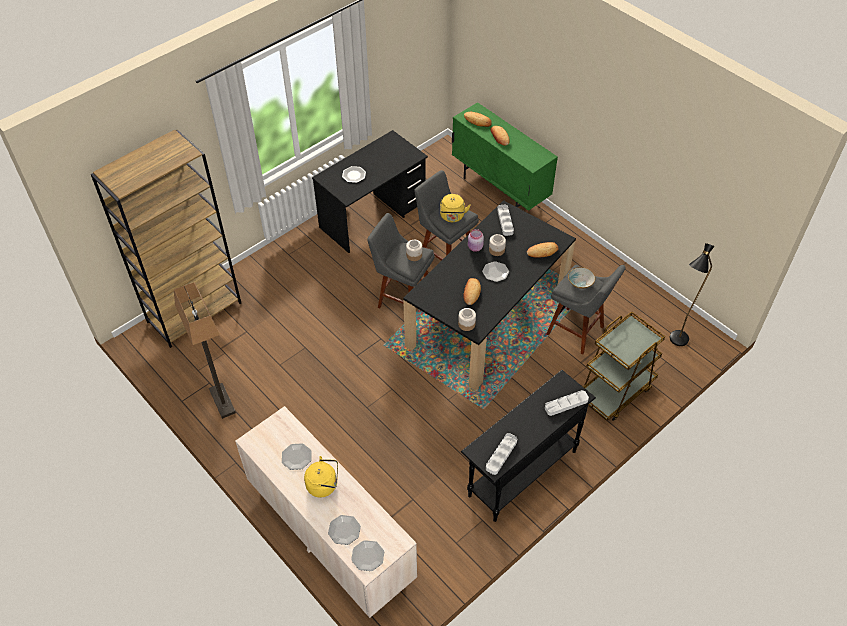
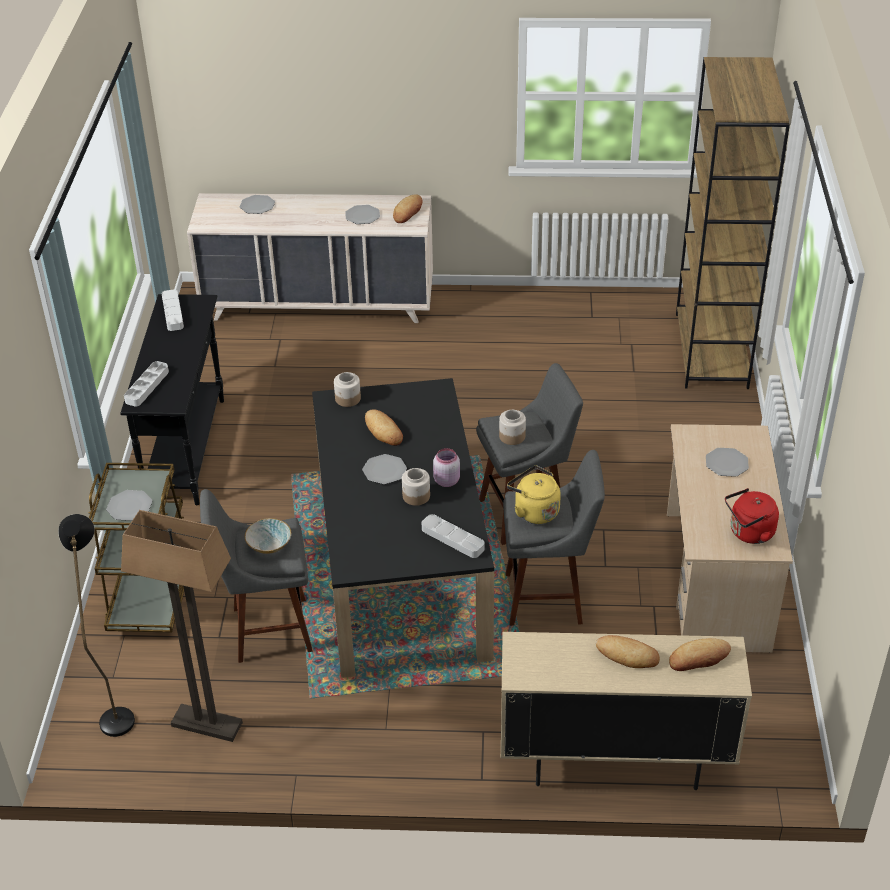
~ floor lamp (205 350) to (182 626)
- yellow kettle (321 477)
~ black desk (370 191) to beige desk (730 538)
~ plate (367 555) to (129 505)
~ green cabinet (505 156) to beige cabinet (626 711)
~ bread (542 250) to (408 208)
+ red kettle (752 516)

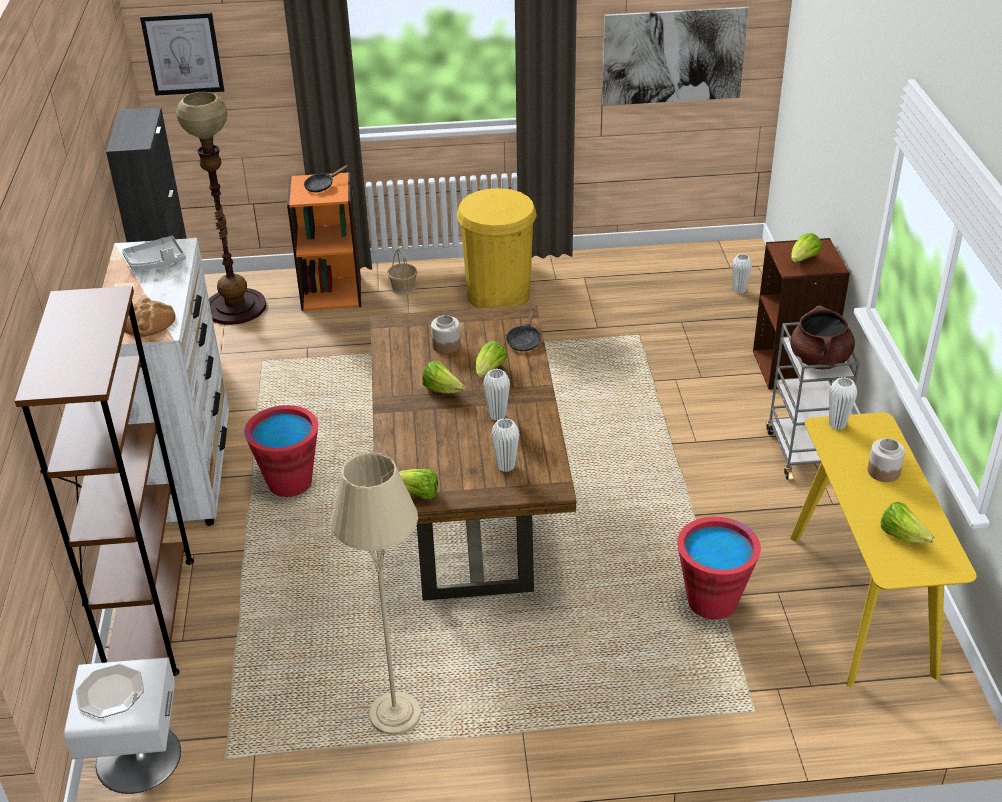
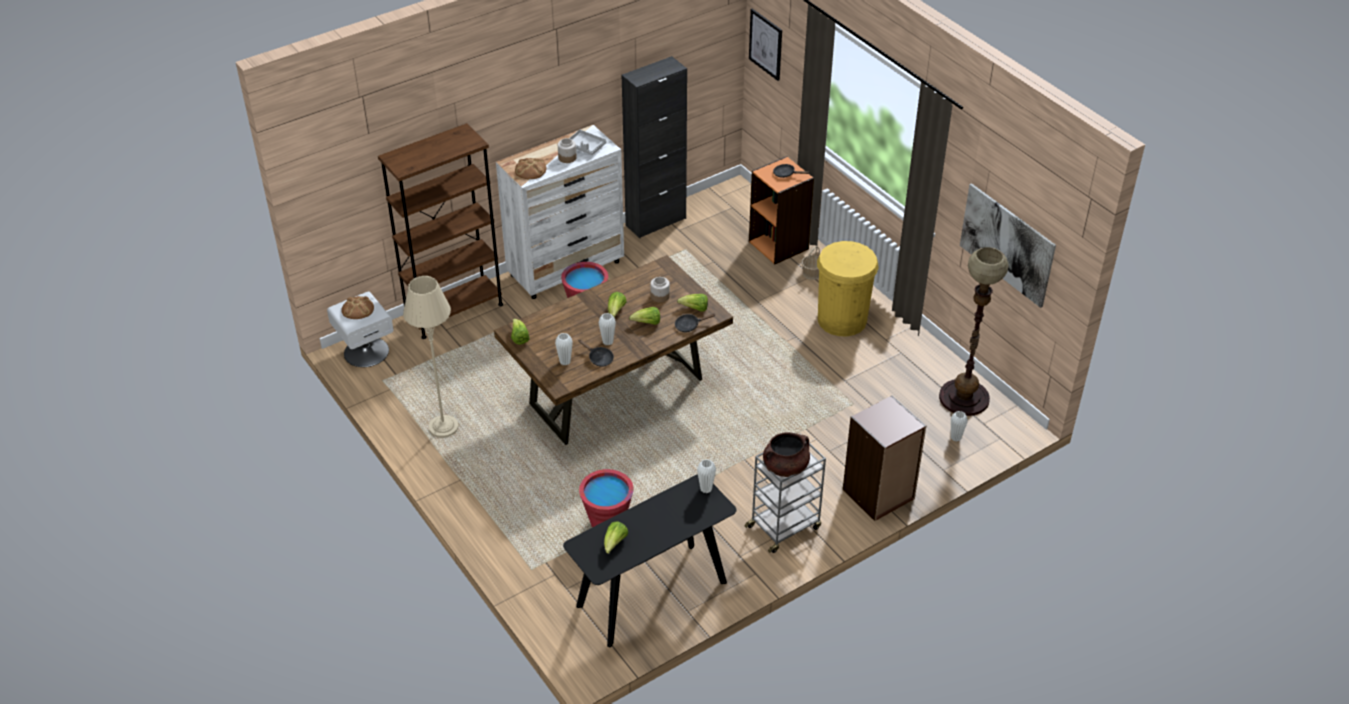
~ plate (110 691) to bread (357 307)
~ floor lamp (221 208) to (974 331)
~ yellow console table (883 550) to black console table (649 561)
~ lettuce (806 248) to (692 303)
~ jar (886 460) to (567 150)
+ black frying pan (596 353)

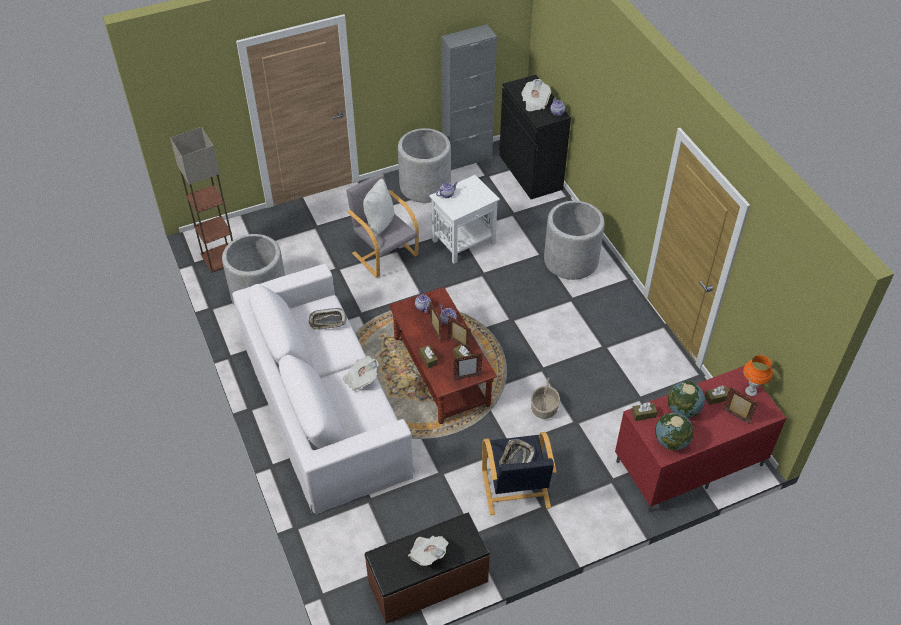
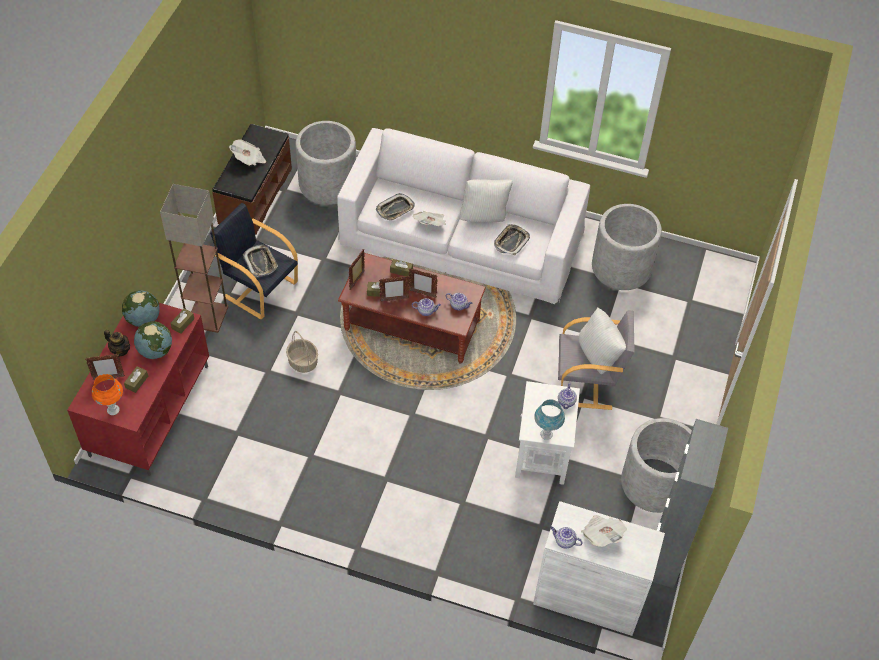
~ floor lamp (201 200) to (194 258)
~ black cabinet (535 137) to white cabinet (599 568)
~ grey planter (574 240) to (325 163)
+ teapot (117 343)
+ tray (395 207)
+ white pillow (486 201)
+ blue table lamp (549 419)

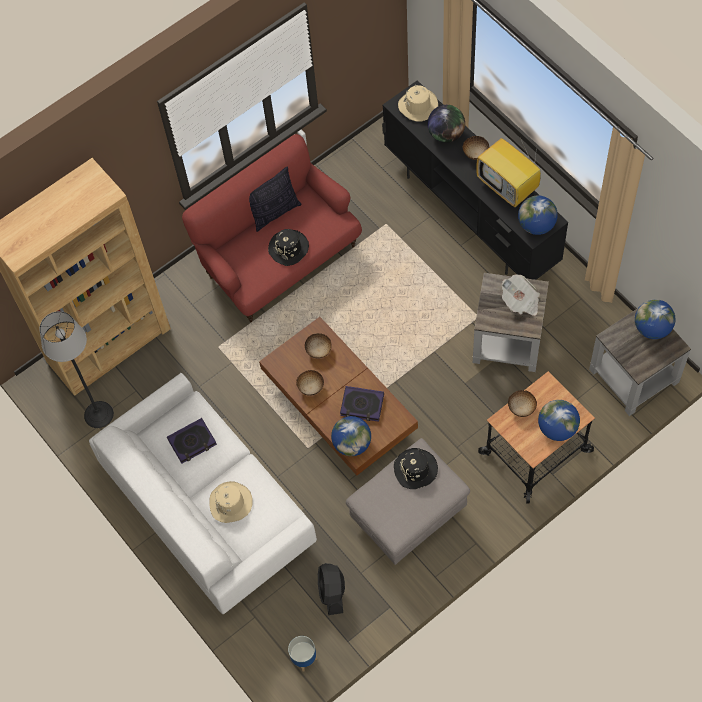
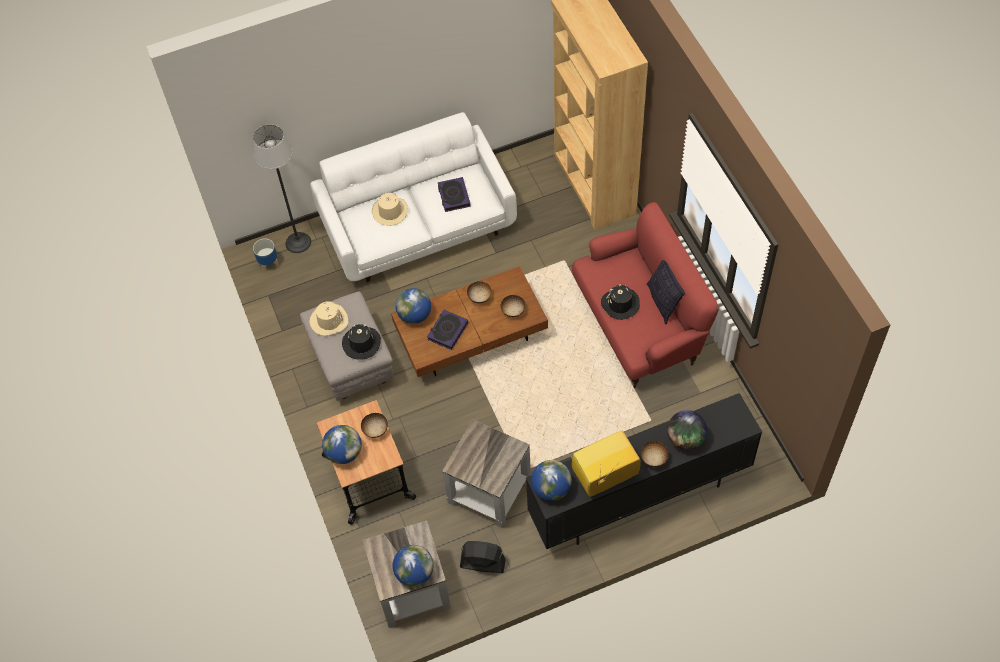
~ floor lamp (76 369) to (282 188)
~ black fan (331 589) to (483 557)
~ beige hat (418 103) to (329 318)
- newspaper (521 295)

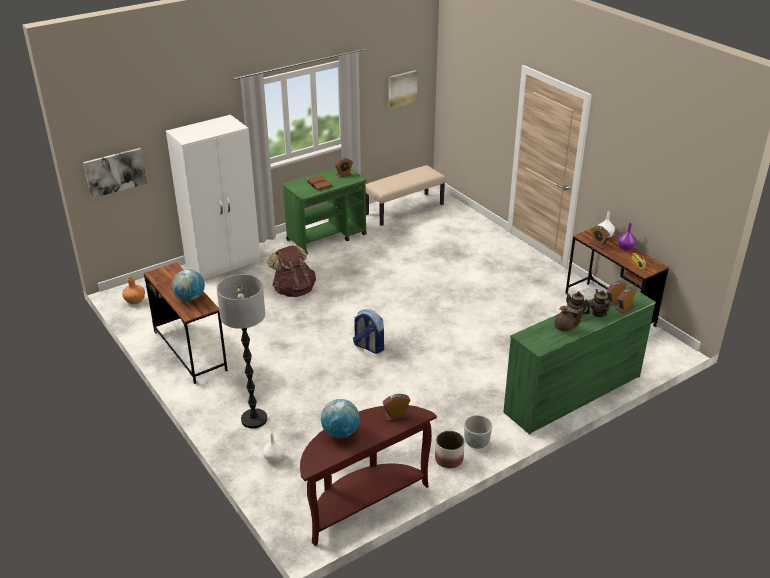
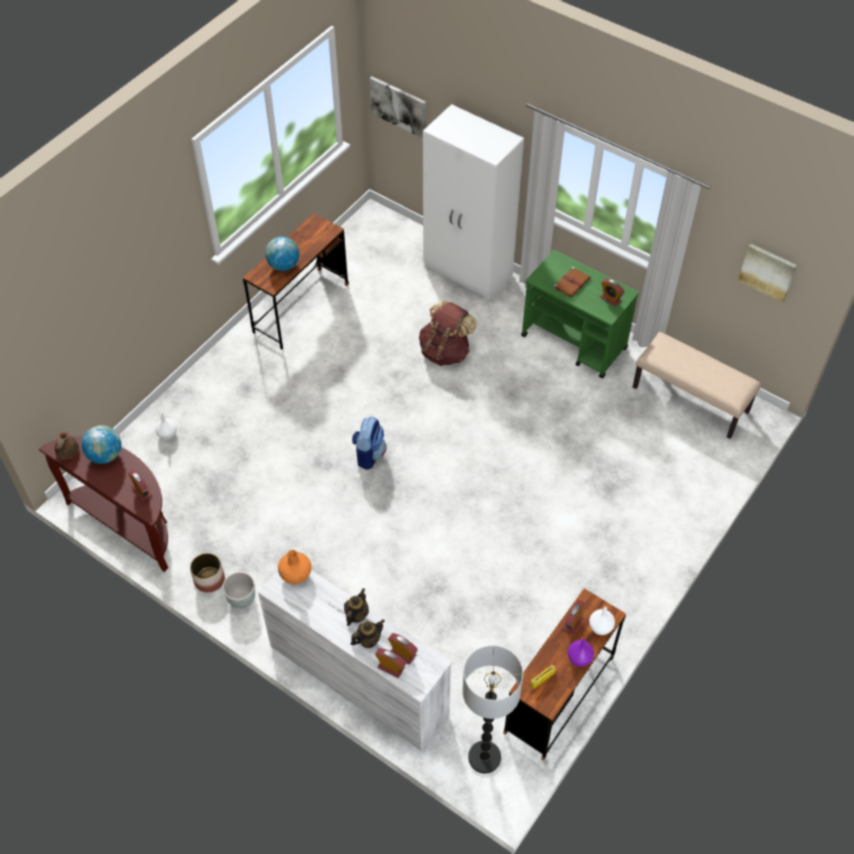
~ orange vase (133 290) to (294 567)
~ floor lamp (242 351) to (493 710)
~ green dresser (579 360) to white dresser (355 660)
~ brown teapot (568 319) to (67 445)

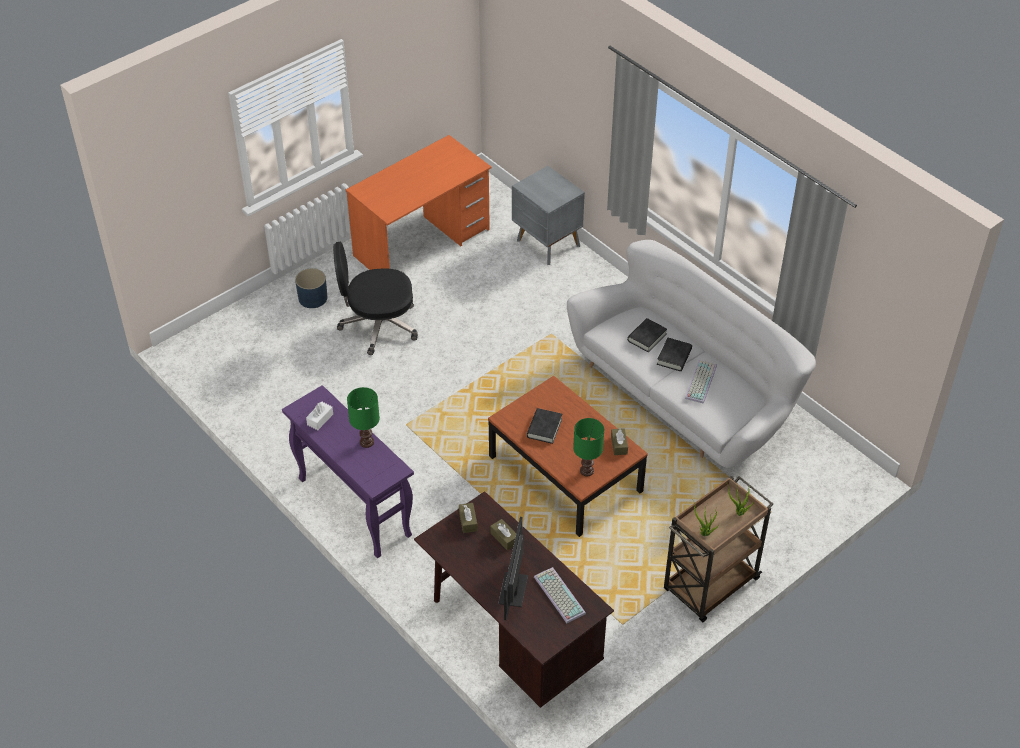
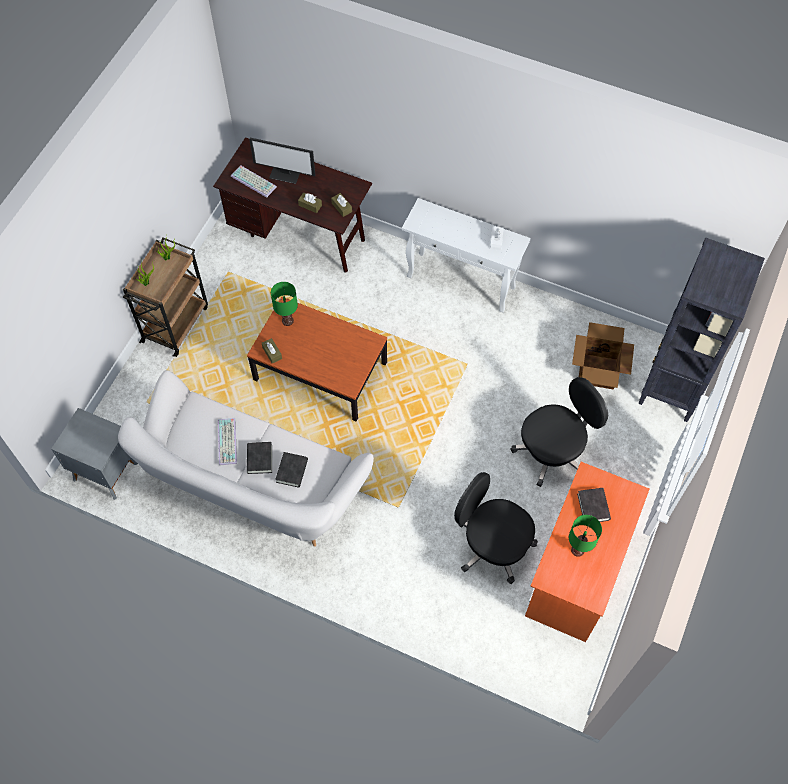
~ purple console table (348 471) to white console table (466 255)
- blue planter (311 288)
~ green table lamp (363 417) to (585 536)
~ monitor (513 568) = (282 161) 120 degrees clockwise
~ grey nightstand (548 215) to (94 454)
~ black book (544 426) to (594 505)
+ black office chair (496 528)
+ cardboard box (603 356)
+ black bookcase (702 329)

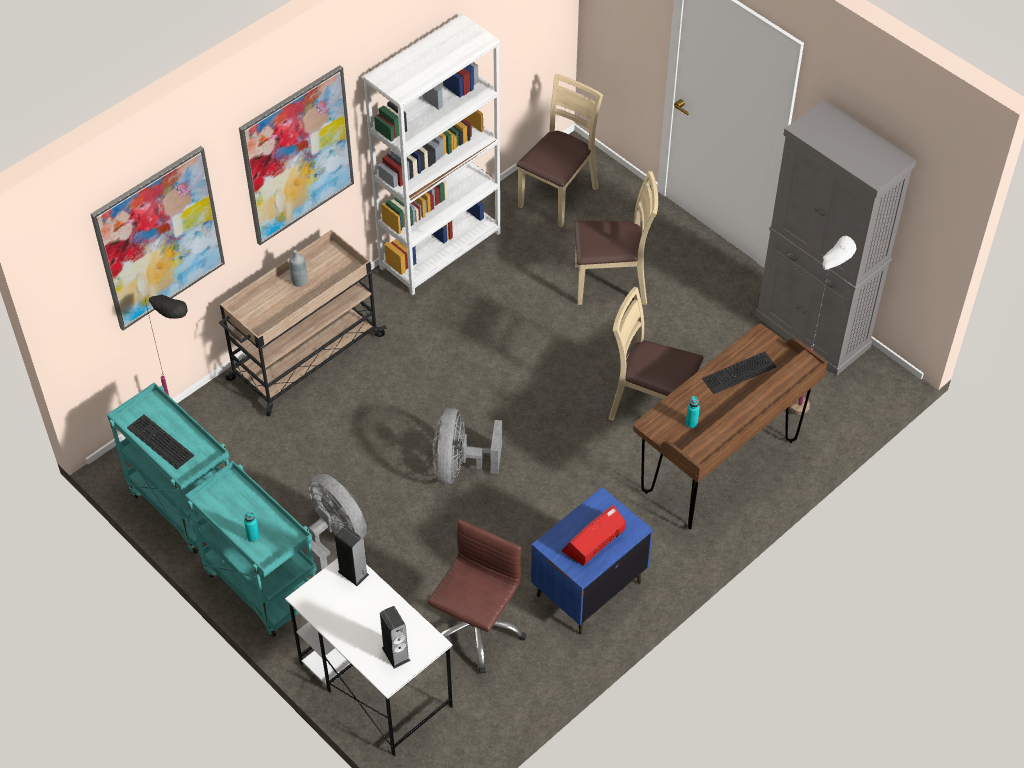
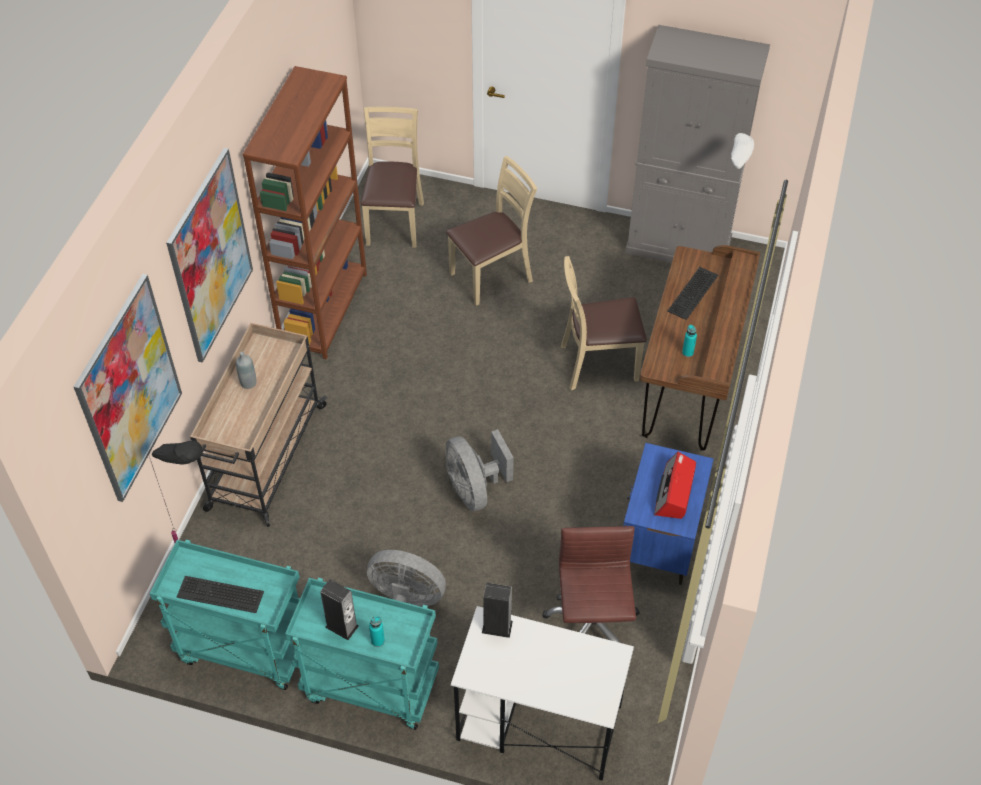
~ white bookcase (431 154) to brown bookcase (305 213)
~ speaker (395 637) to (339 609)

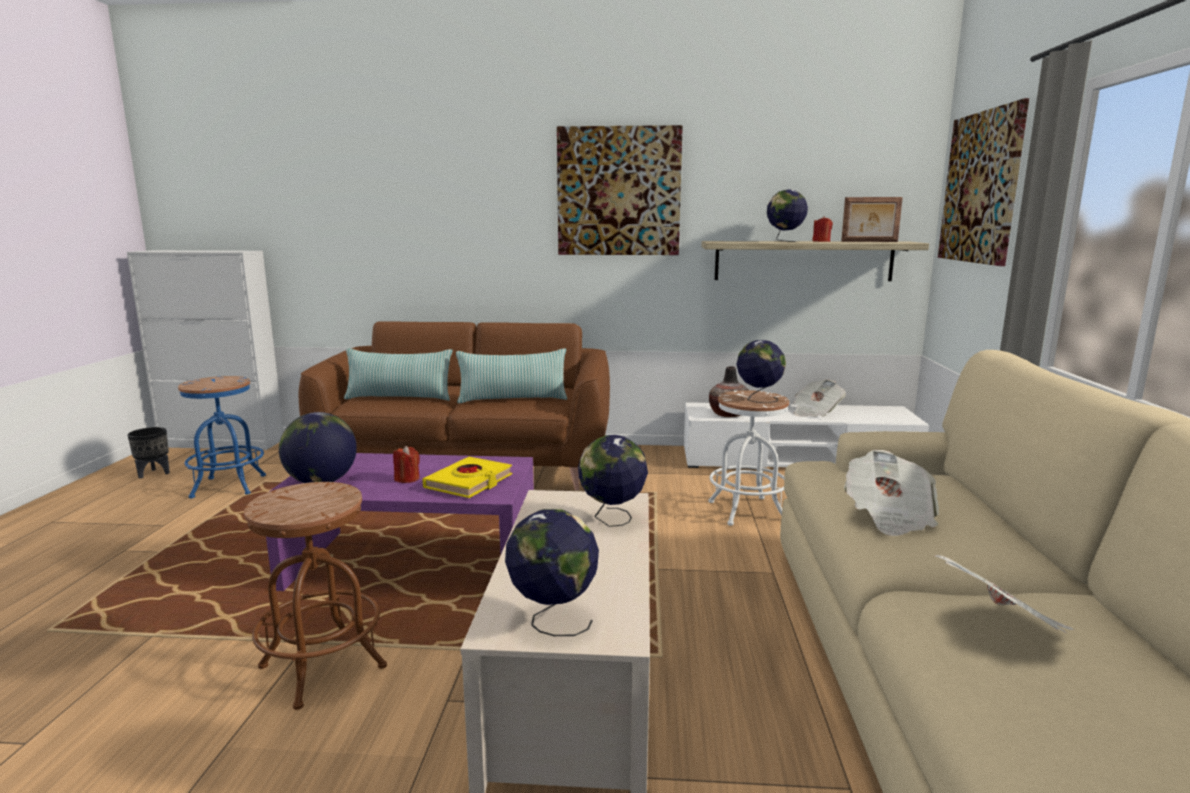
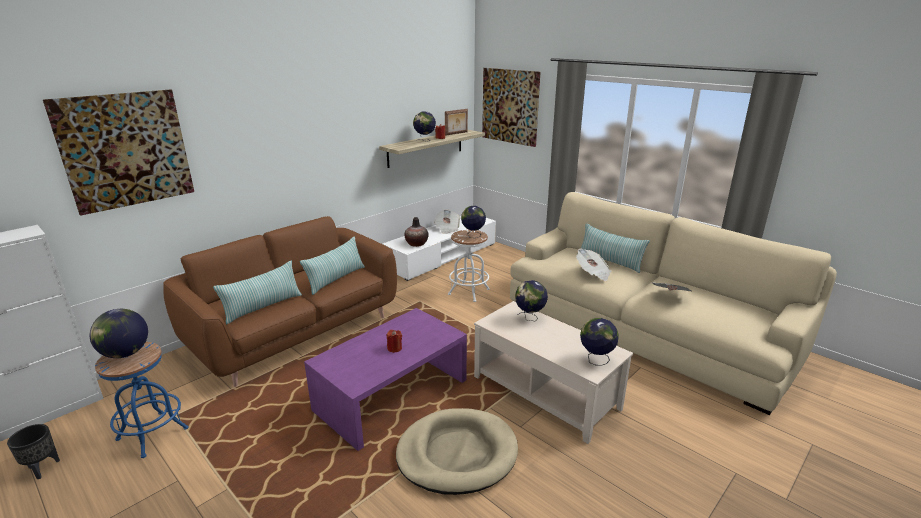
~ brown stool (315 596) to beige dog bed (457 451)
~ globe (318 447) to (119 333)
- yellow book (467 477)
~ picture (620 190) to (118 152)
+ pillow (615 248)

